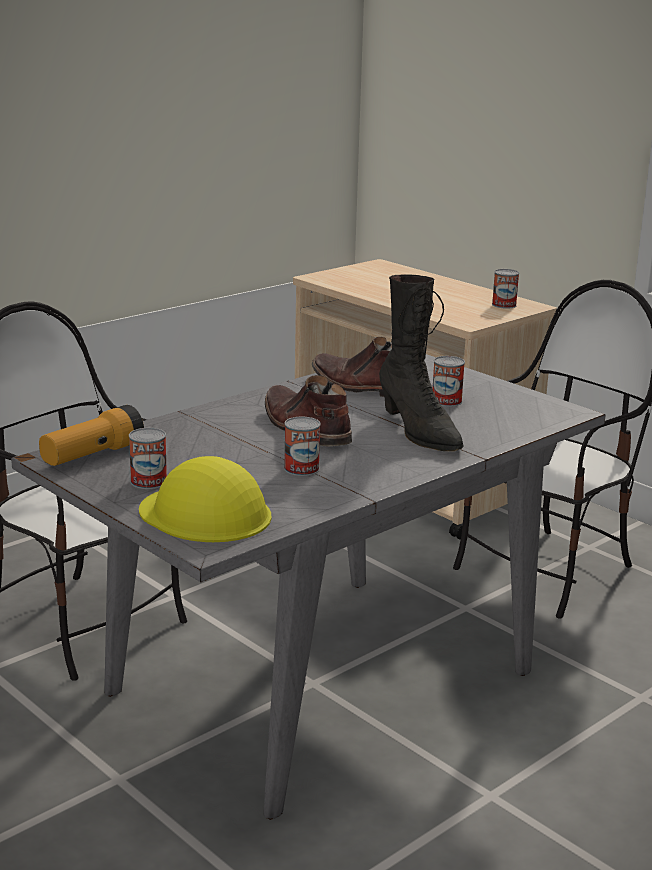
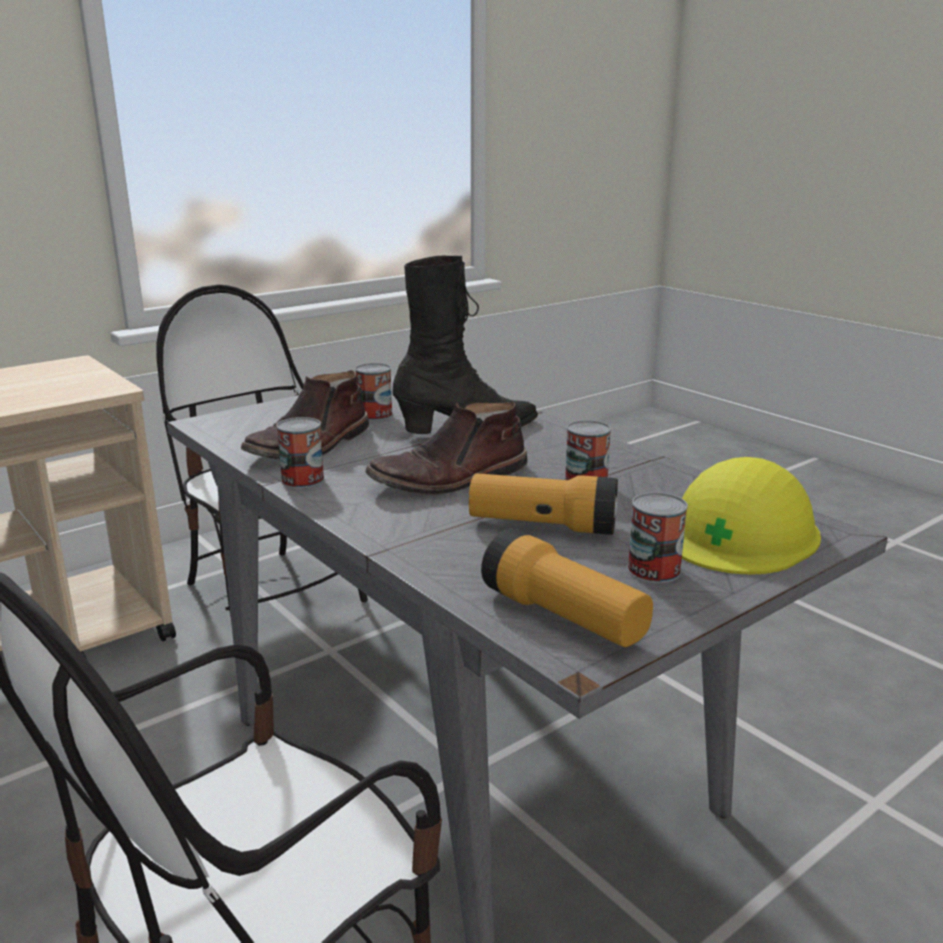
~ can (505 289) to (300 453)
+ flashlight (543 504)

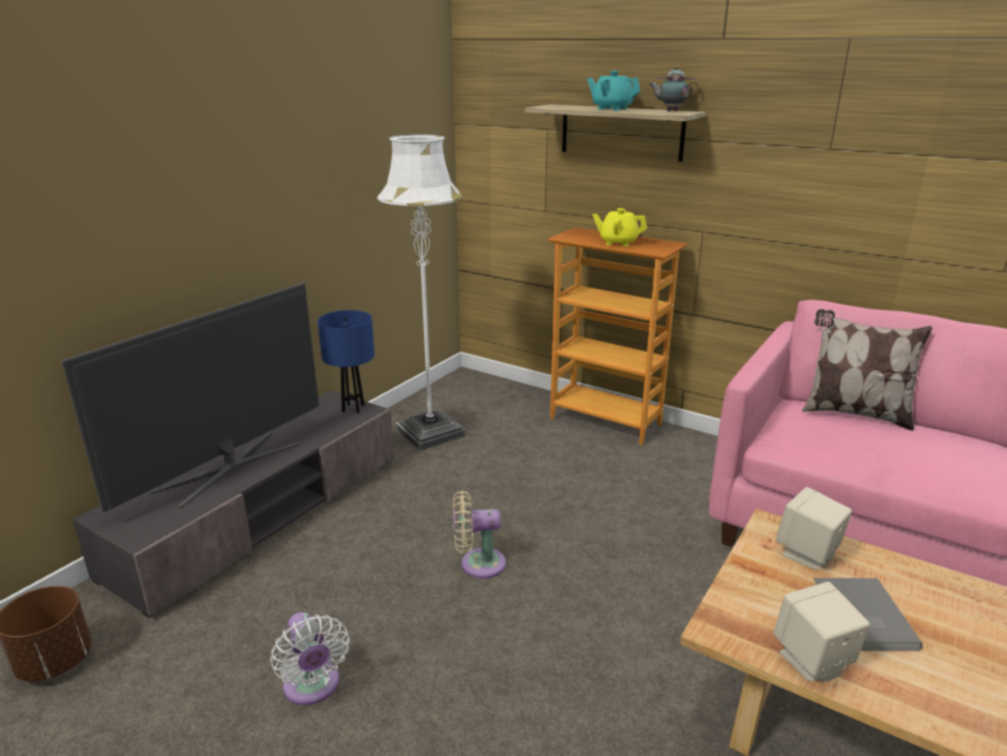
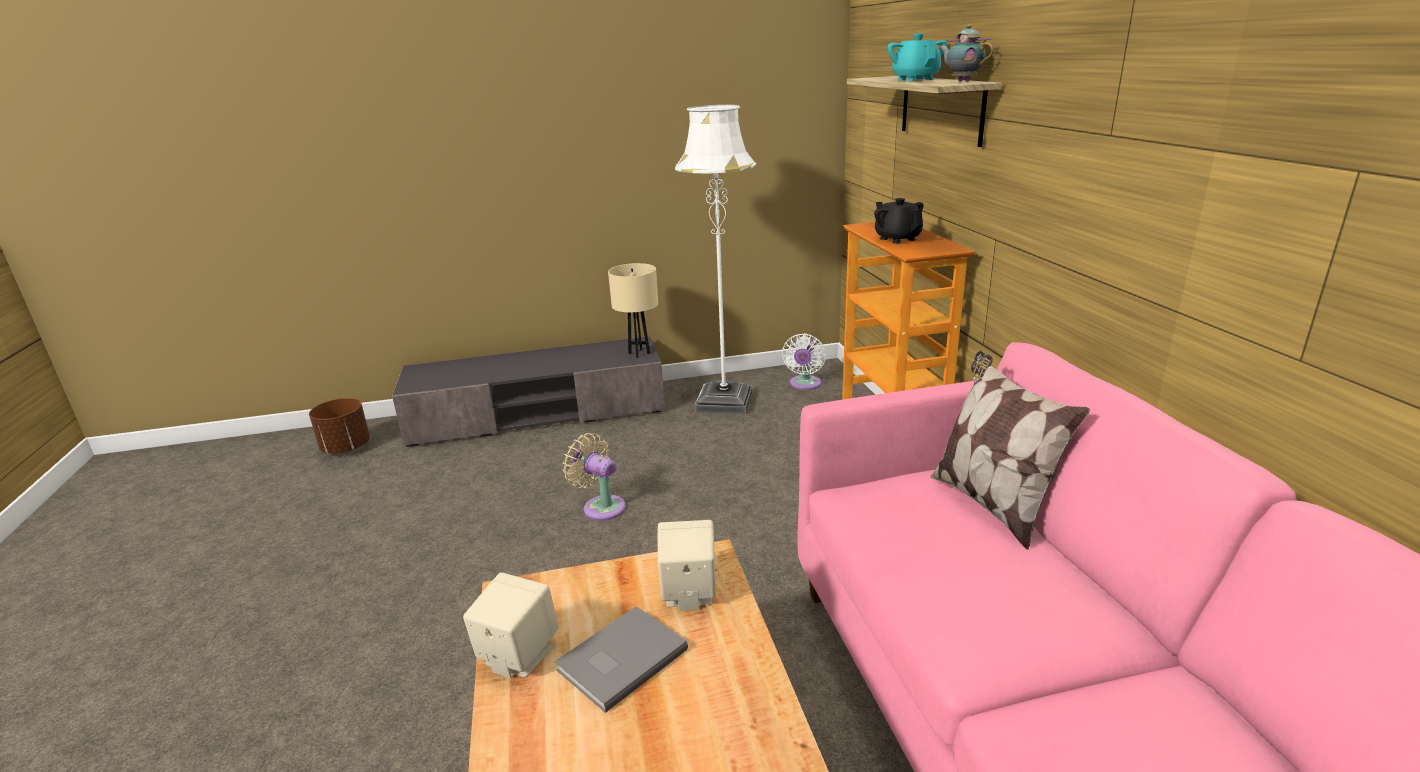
- television (190 397)
~ white fan (310 658) to (804 362)
~ blue table lamp (345 361) to beige table lamp (633 310)
~ yellow teapot (620 227) to black teapot (899 221)

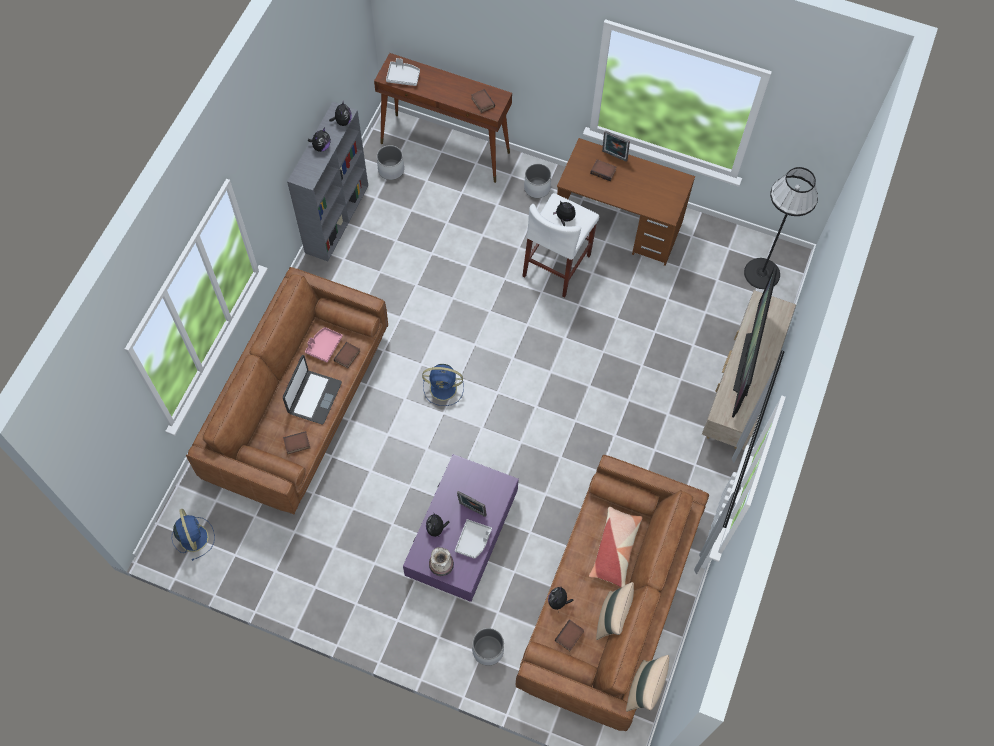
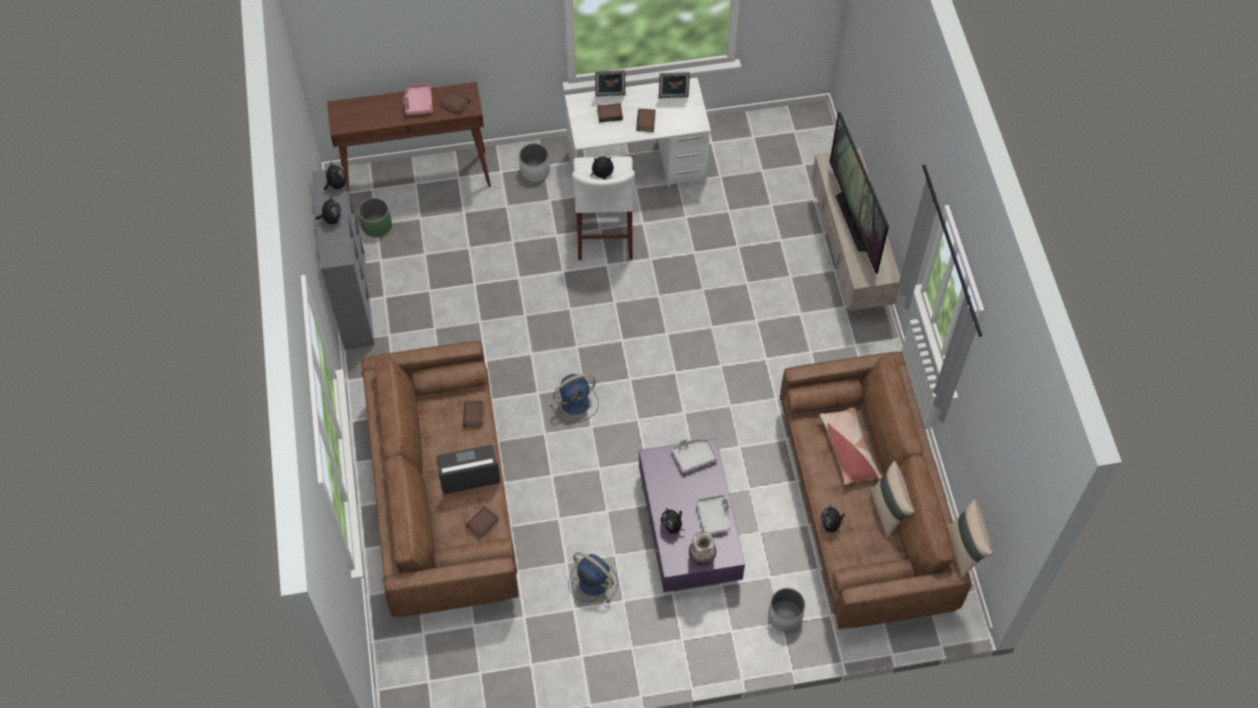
~ blue fan (193 535) to (593 577)
~ laptop (312 389) = (468 469) 90 degrees counterclockwise
~ pink tray (324 344) to (418 99)
~ white planter (390 162) to green planter (375 217)
~ grey tray (403 72) to (694 456)
~ picture frame (472 504) to (674 85)
~ book (569 635) to (646 120)
~ brown desk (626 202) to white desk (638 132)
- black floor lamp (781 228)

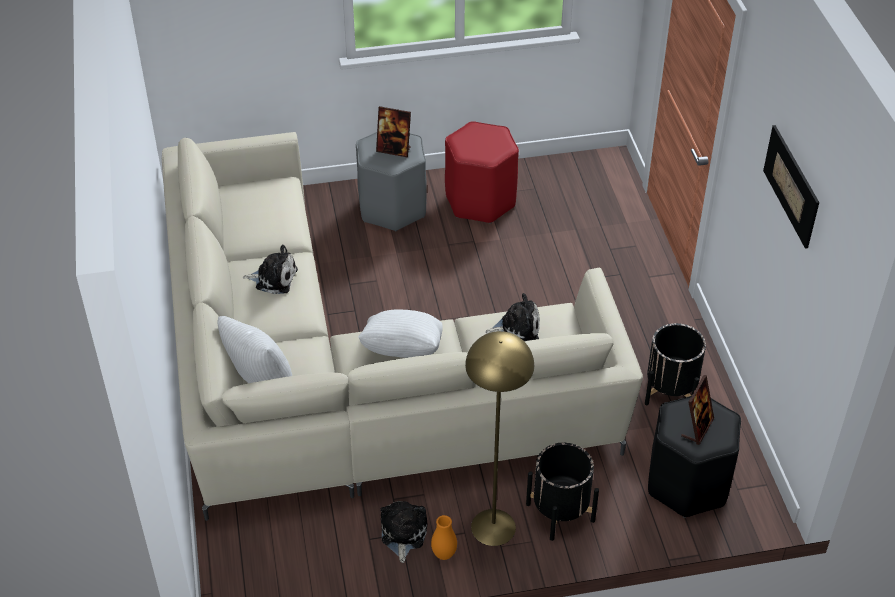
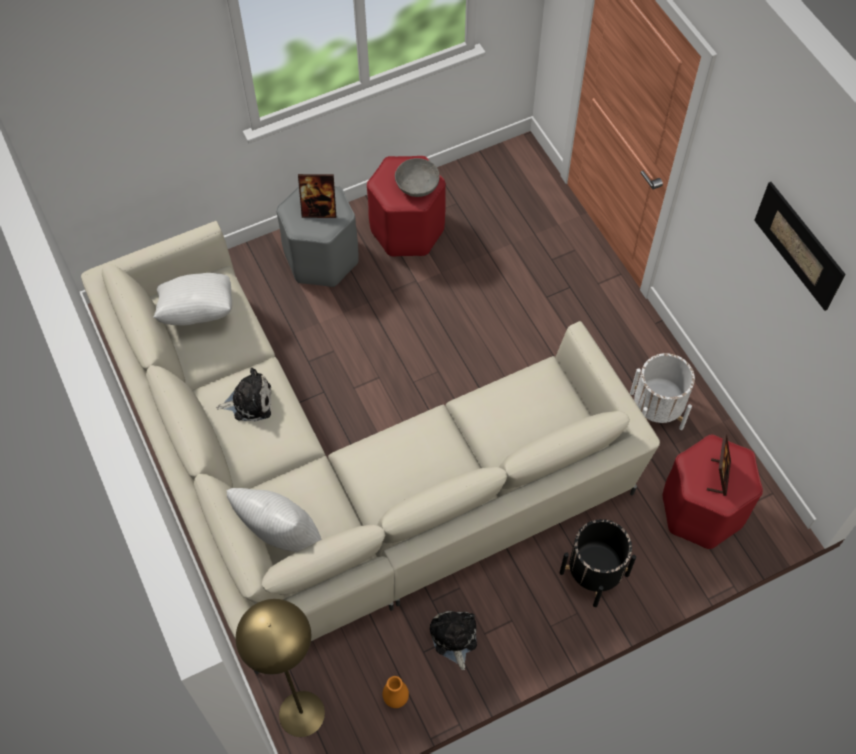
~ white pillow (400 333) to (192 299)
~ orange vase (444 537) to (396 692)
~ yellow floor lamp (499 438) to (280 668)
- plush toy (512 317)
~ black planter (675 364) to white planter (662 391)
~ black stool (694 457) to red stool (713 492)
+ grey bowl (417 177)

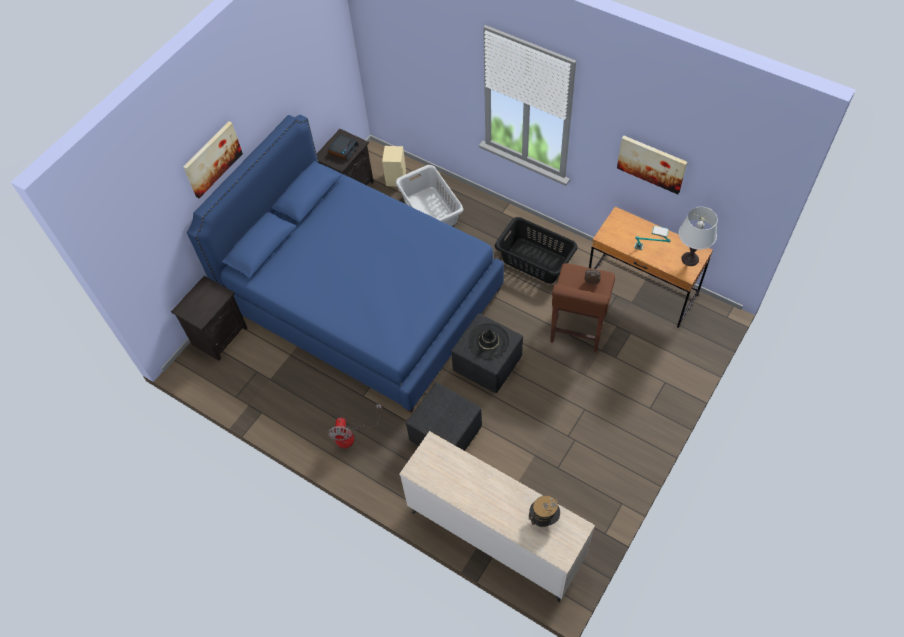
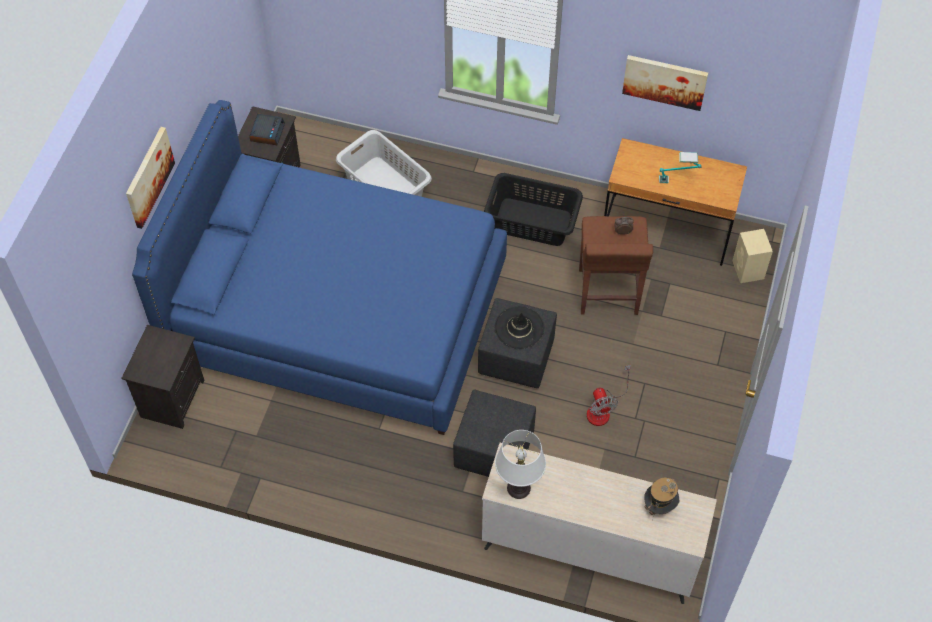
~ fan (354 426) to (609 395)
~ beige speaker (394 166) to (752 256)
~ white table lamp (698 236) to (520 464)

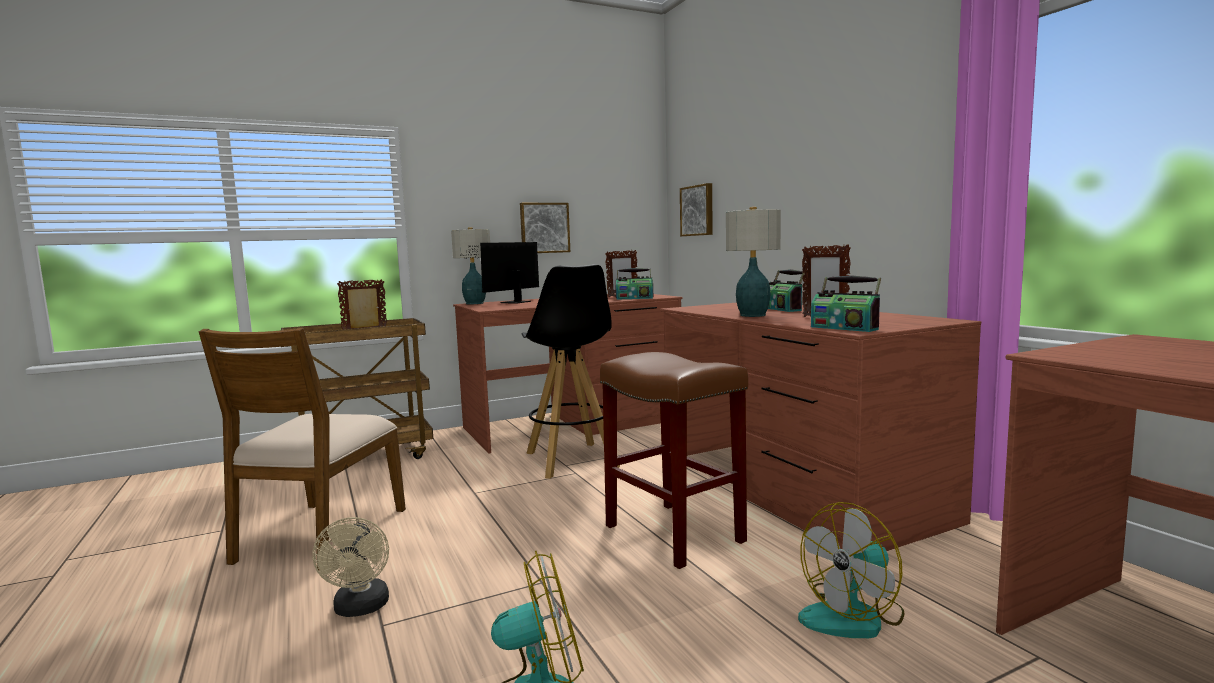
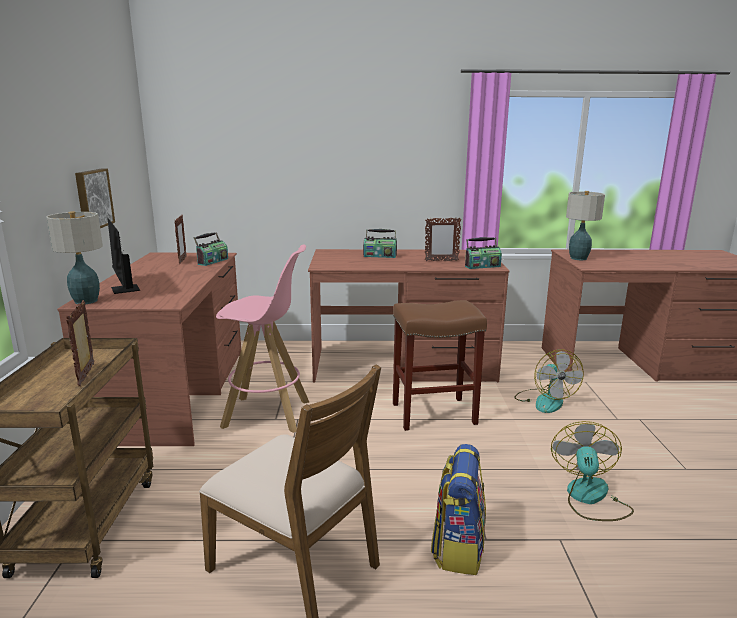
~ beige fan (351 567) to backpack (458 509)
~ black stool (571 371) to pink stool (262 339)
- picture (696 209)
~ table lamp (753 262) to (585 225)

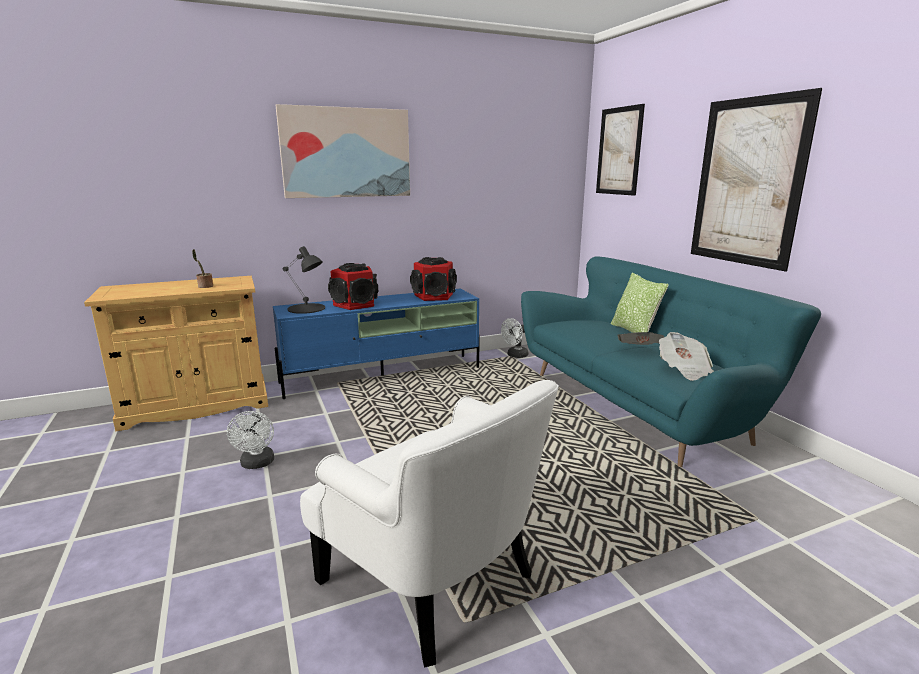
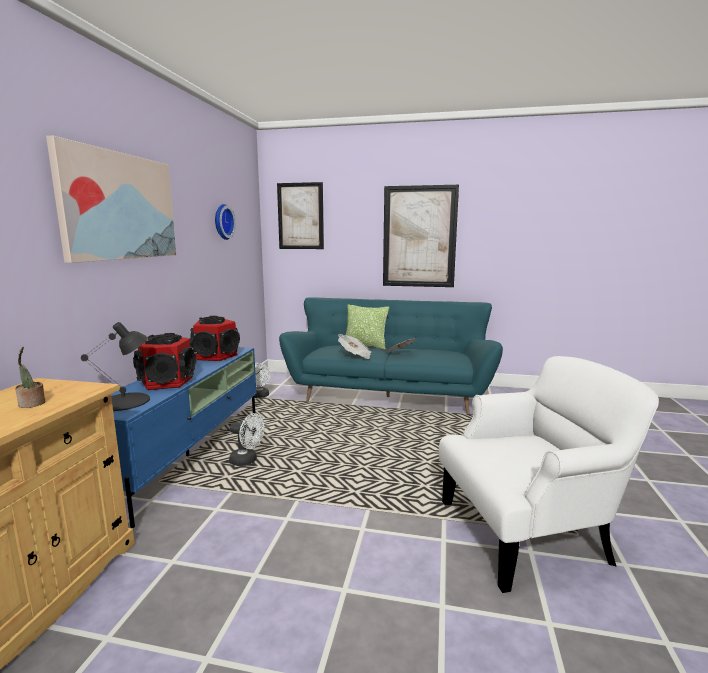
~ white fan (250 440) to (247 439)
~ newspaper (686 356) to (354 346)
+ wall clock (225 222)

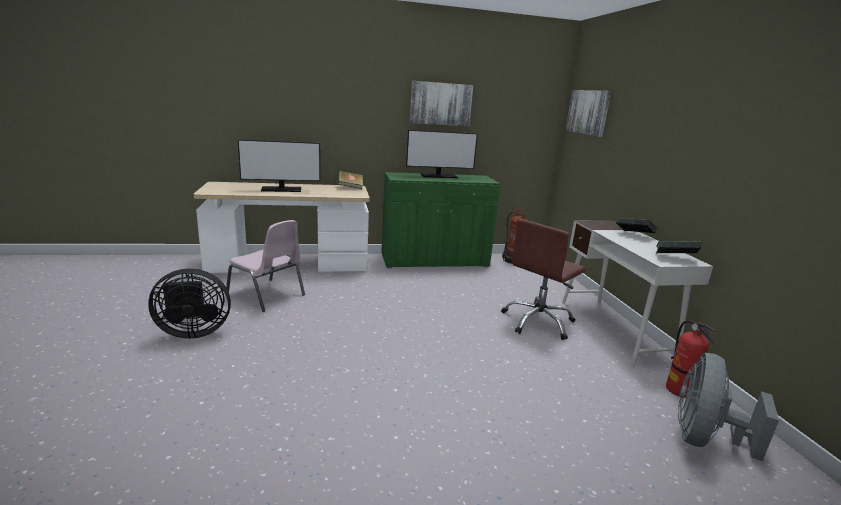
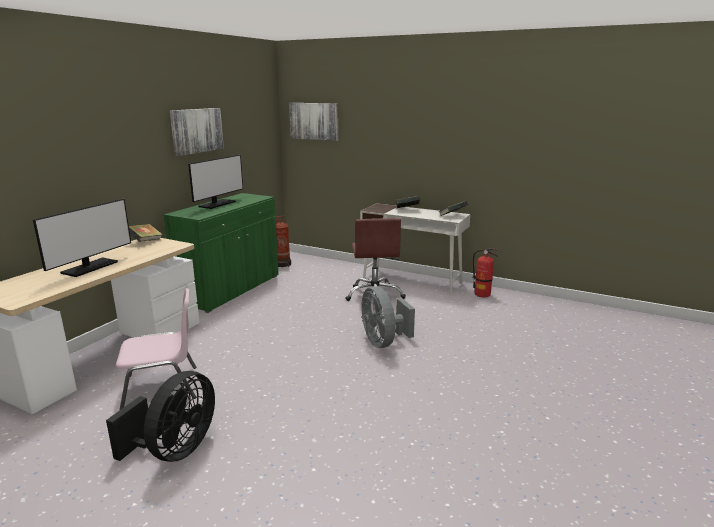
~ grey fan (728 407) to (388 317)

